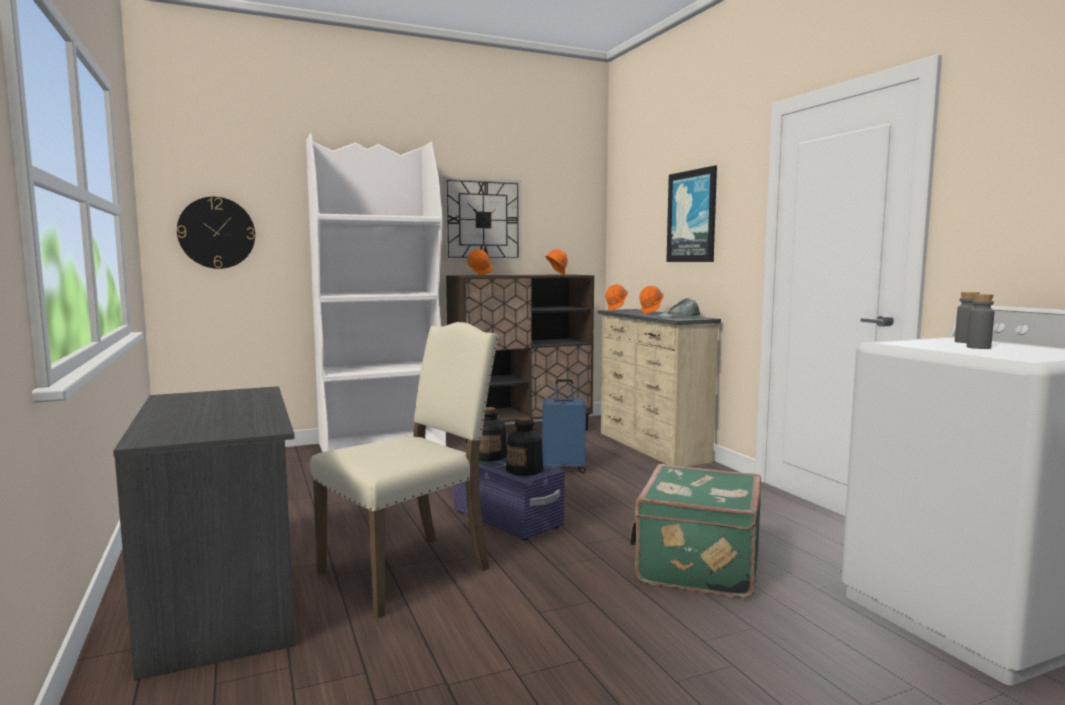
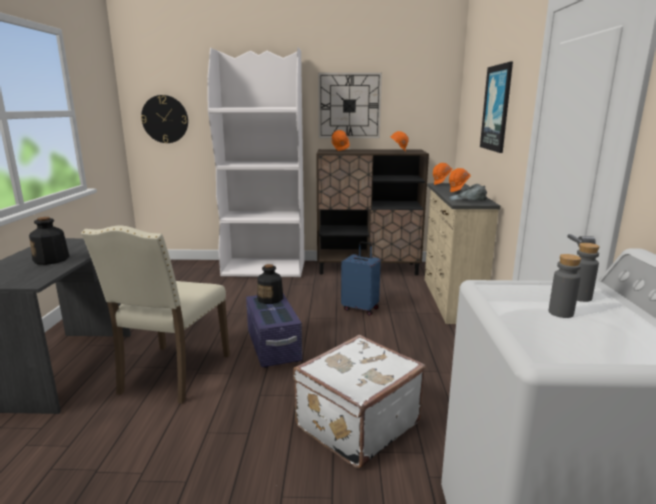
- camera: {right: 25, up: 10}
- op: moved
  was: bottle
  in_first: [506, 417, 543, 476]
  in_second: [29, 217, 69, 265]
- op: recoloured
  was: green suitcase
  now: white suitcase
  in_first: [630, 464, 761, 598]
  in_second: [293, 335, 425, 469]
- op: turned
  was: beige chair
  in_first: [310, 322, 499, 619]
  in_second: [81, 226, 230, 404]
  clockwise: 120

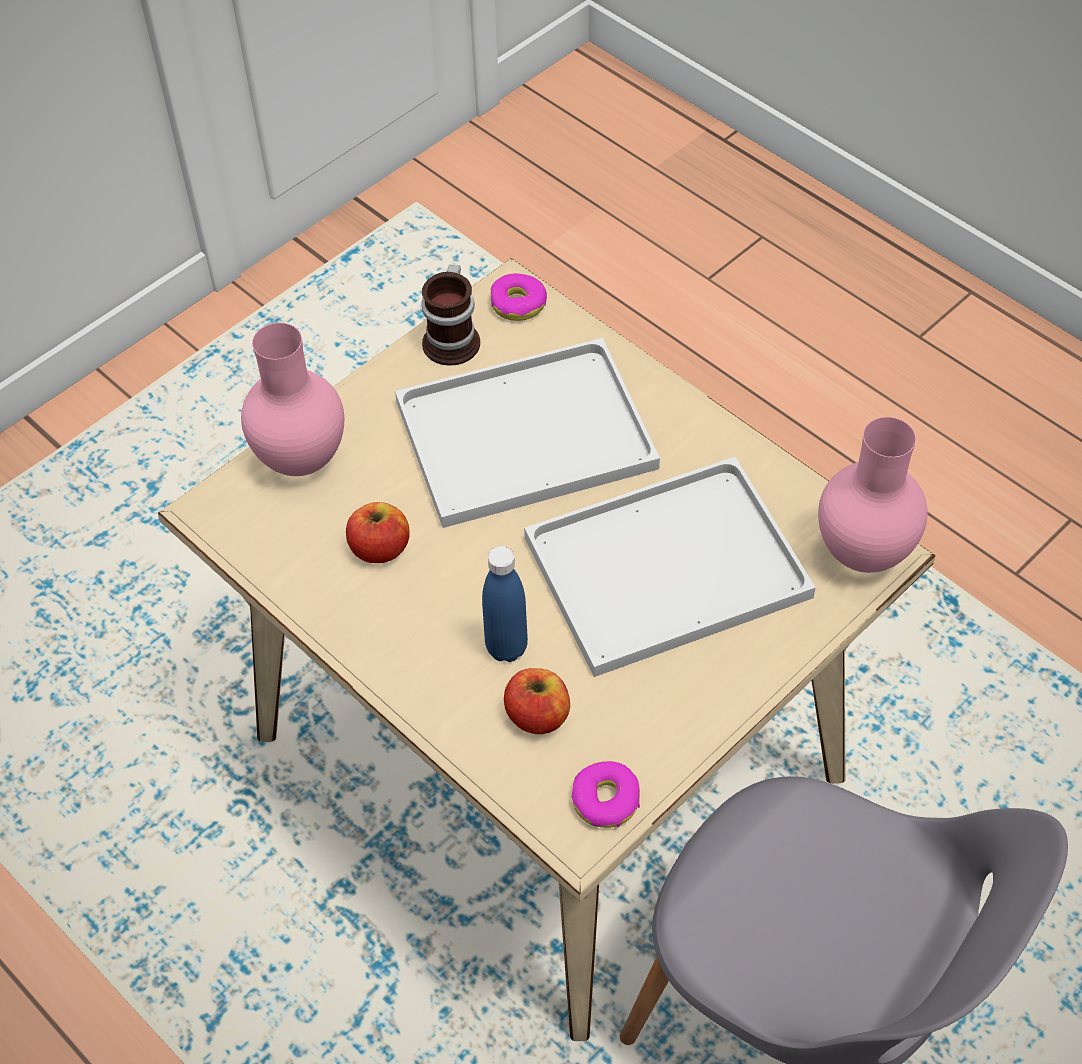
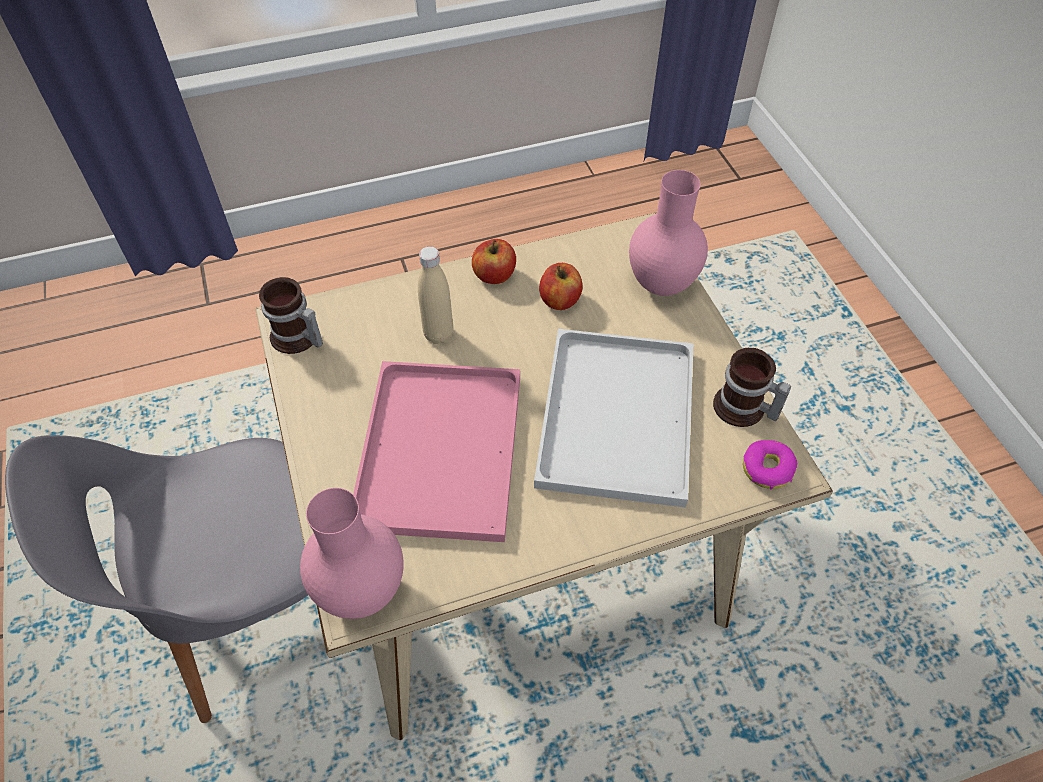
- camera: {right: 115, up: 0}
- op: moved
  was: apple
  in_first: [504, 668, 570, 734]
  in_second: [472, 239, 516, 284]
- op: replaced
  was: donut
  now: mug
  in_first: [572, 761, 640, 828]
  in_second: [259, 277, 323, 354]
- op: recoloured
  was: blue bottle
  now: beige bottle
  in_first: [482, 546, 528, 662]
  in_second: [418, 246, 454, 344]
- op: recoloured
  was: white tray
  now: pink tray
  in_first: [524, 457, 816, 677]
  in_second: [353, 361, 520, 542]

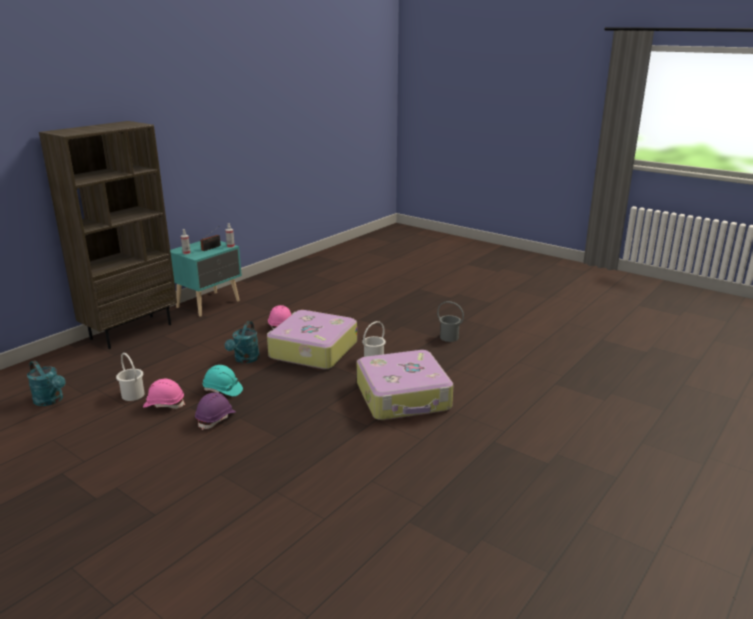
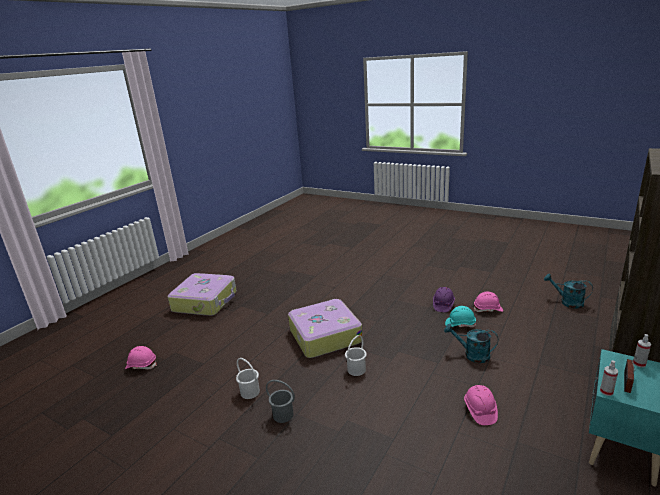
- camera: {right: 175, up: 0}
- op: added
  now: pink hard hat
  in_second: [125, 346, 157, 369]
- op: moved
  was: white bucket
  in_first: [116, 353, 145, 401]
  in_second: [236, 358, 260, 399]
- op: moved
  was: suitcase
  in_first: [267, 310, 357, 369]
  in_second: [167, 273, 237, 316]
- op: turned
  was: turquoise watering can
  in_first: [225, 321, 260, 363]
  in_second: [444, 324, 498, 363]
  clockwise: -75

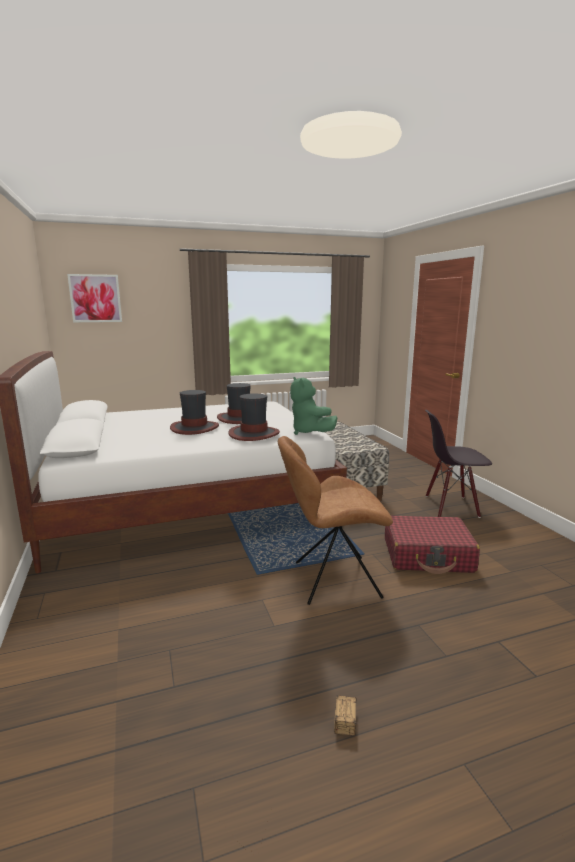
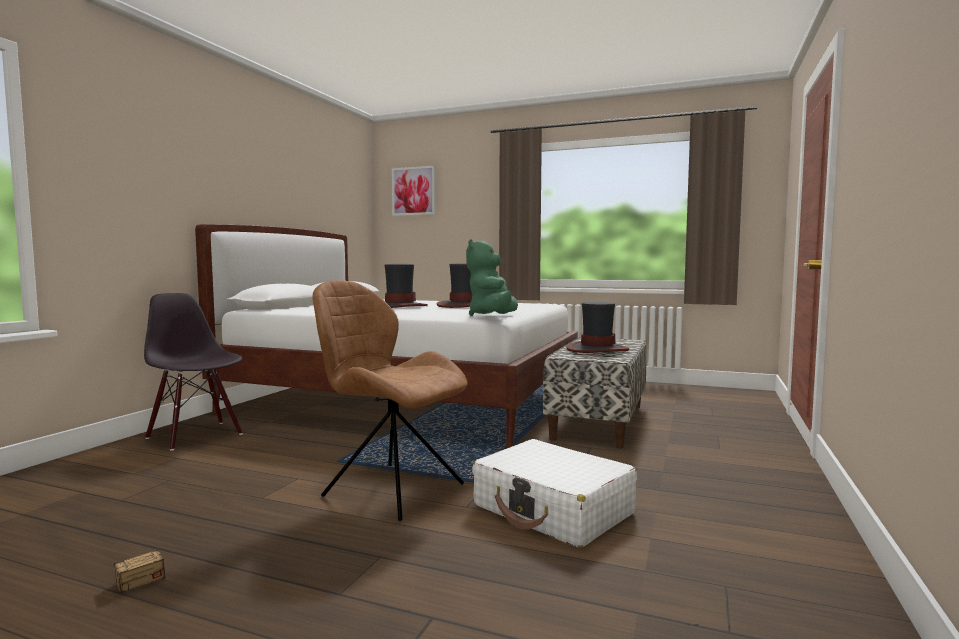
- camera: {right: 40, up: -10}
- op: moved
  was: hat
  in_first: [229, 393, 280, 441]
  in_second: [566, 302, 629, 353]
- op: moved
  was: black chair
  in_first: [425, 410, 492, 518]
  in_second: [144, 293, 243, 451]
- op: recoloured
  was: red suitcase
  now: white suitcase
  in_first: [385, 515, 480, 574]
  in_second: [472, 439, 637, 548]

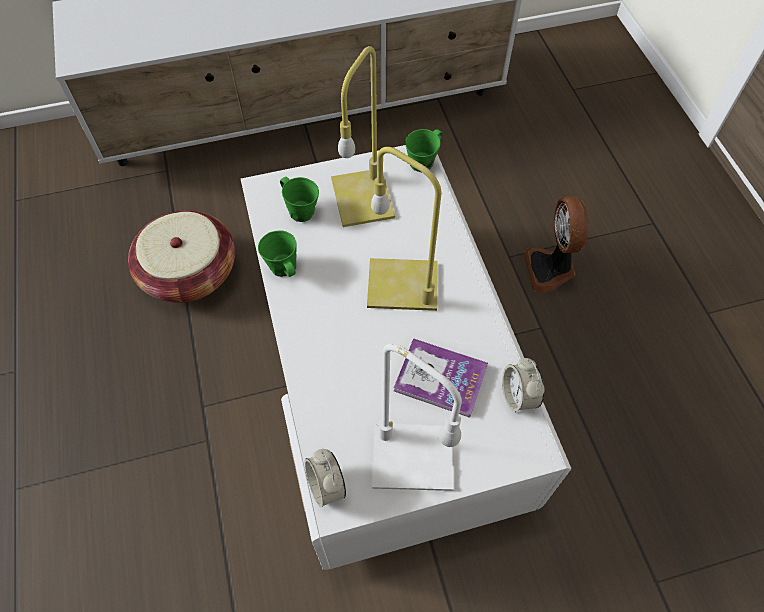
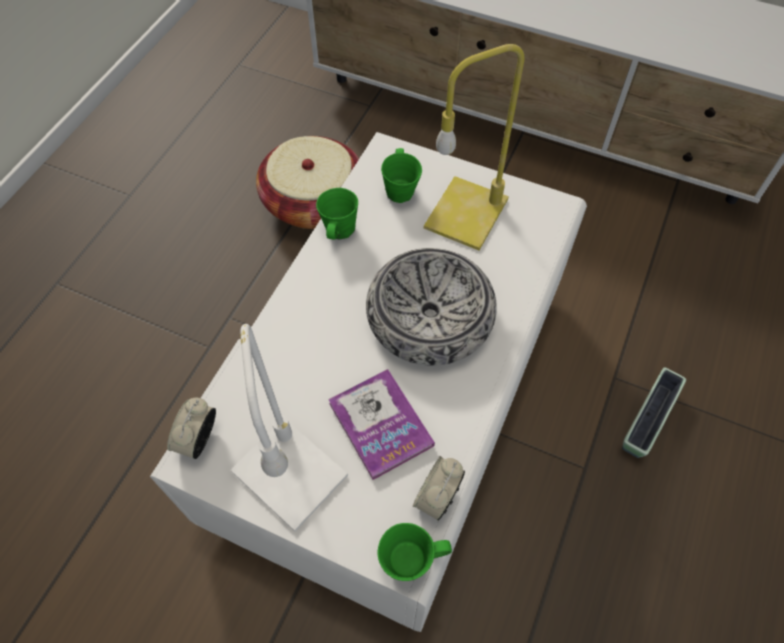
- camera: {right: 40, up: 0}
- op: moved
  was: green mug
  in_first: [405, 129, 443, 172]
  in_second: [377, 523, 452, 581]
- op: replaced
  was: yellow table lamp
  now: bowl
  in_first: [367, 147, 442, 311]
  in_second: [366, 248, 497, 366]
- op: replaced
  was: fan
  now: planter
  in_first: [523, 197, 589, 293]
  in_second: [622, 367, 686, 458]

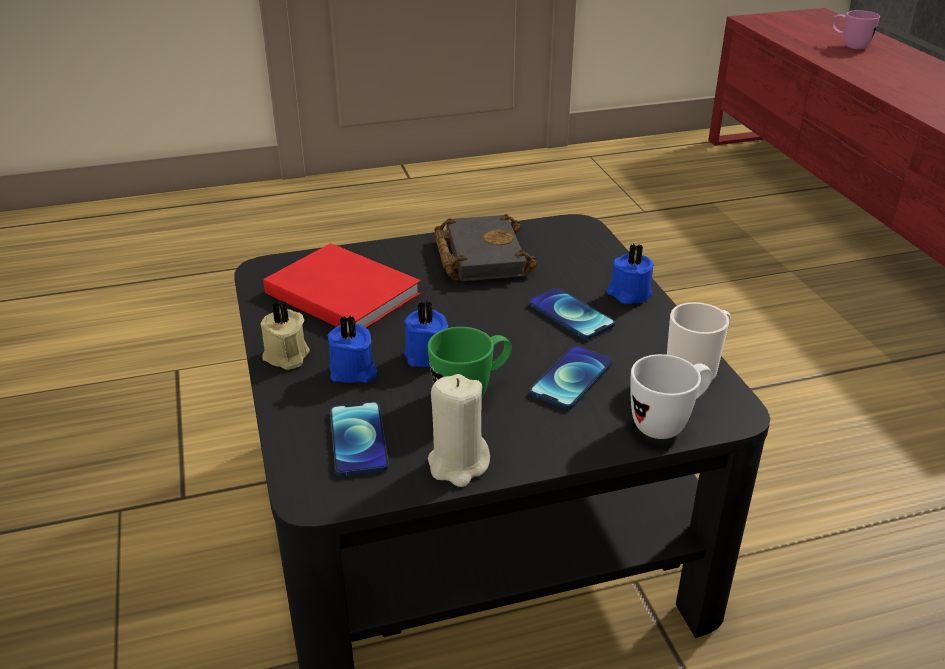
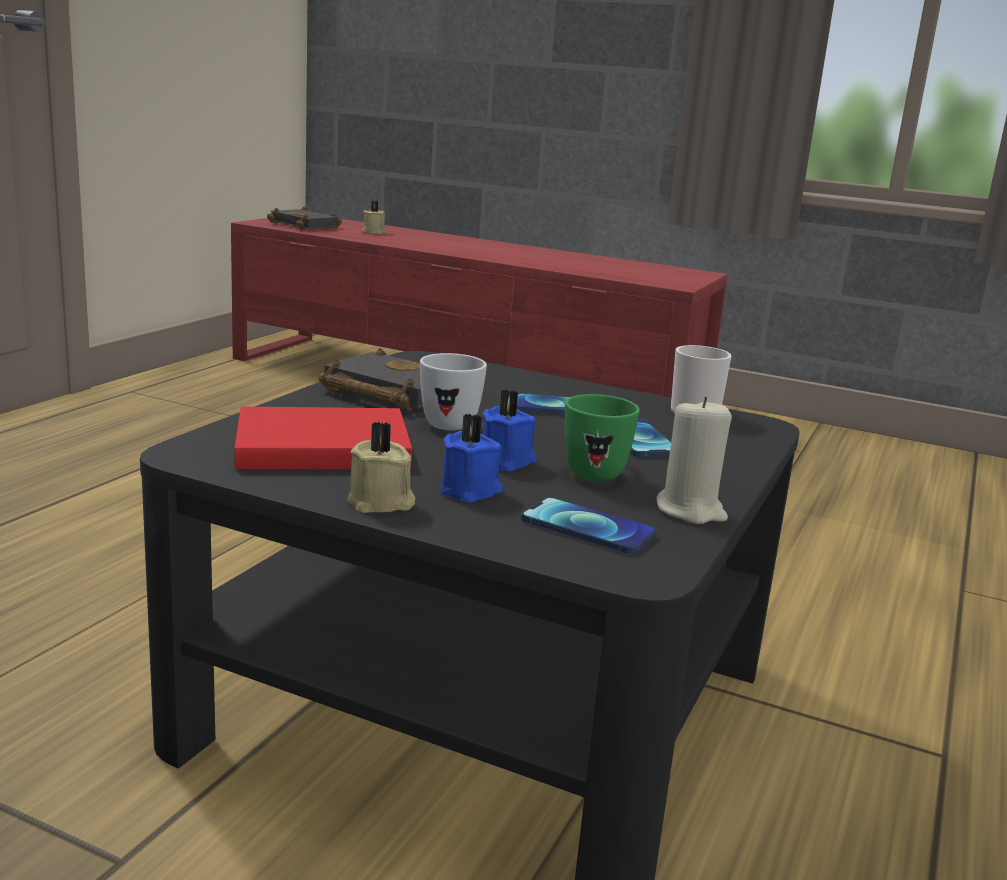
- camera: {right: -50, up: -15}
- op: removed
  was: blue candle
  in_first: [606, 244, 654, 304]
- op: added
  now: black book
  in_second: [267, 207, 342, 230]
- op: moved
  was: white mug
  in_first: [630, 354, 713, 439]
  in_second: [420, 353, 487, 430]
- op: replaced
  was: pink mug
  now: beige candle
  in_first: [831, 10, 880, 49]
  in_second: [362, 201, 386, 234]

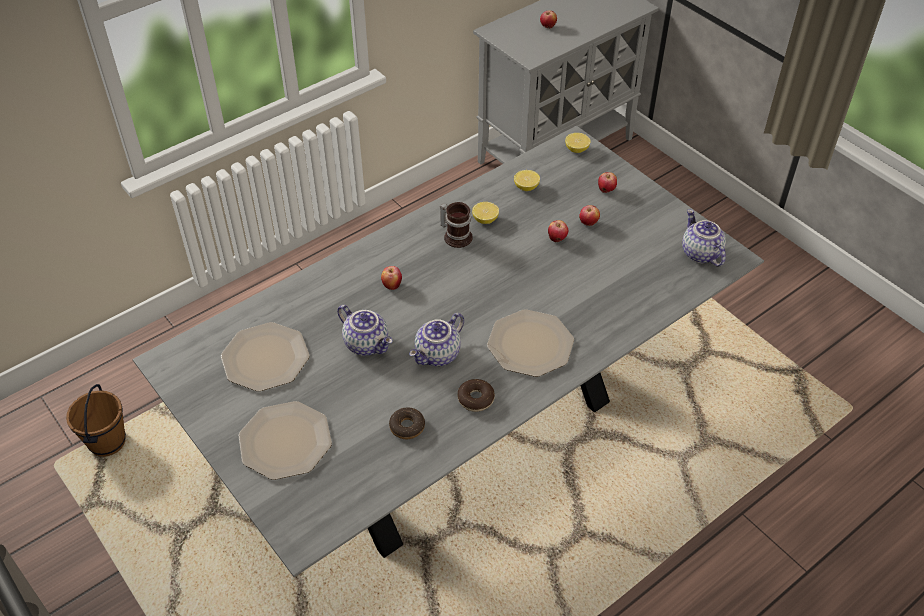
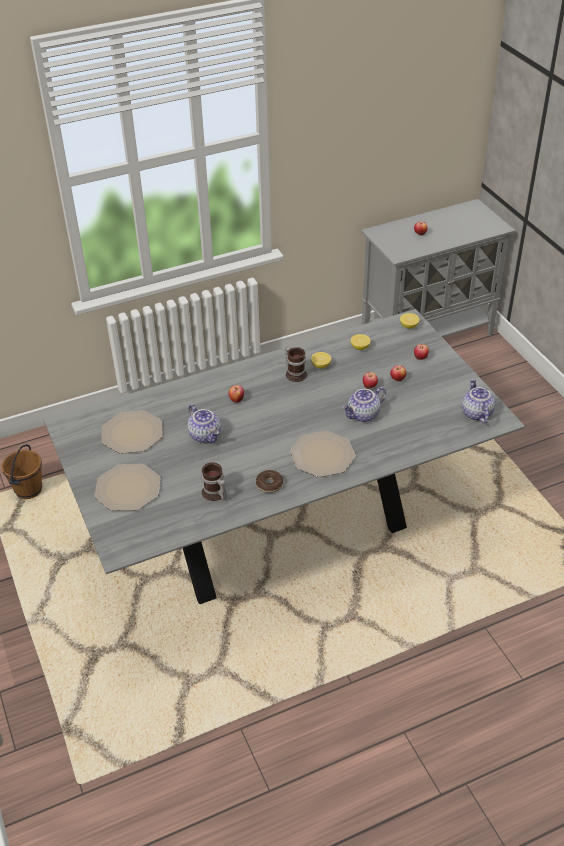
- camera: {right: 15, up: -5}
- op: moved
  was: teapot
  in_first: [409, 313, 464, 366]
  in_second: [342, 387, 386, 422]
- op: replaced
  was: donut
  now: mug
  in_first: [389, 408, 425, 439]
  in_second: [201, 462, 226, 501]

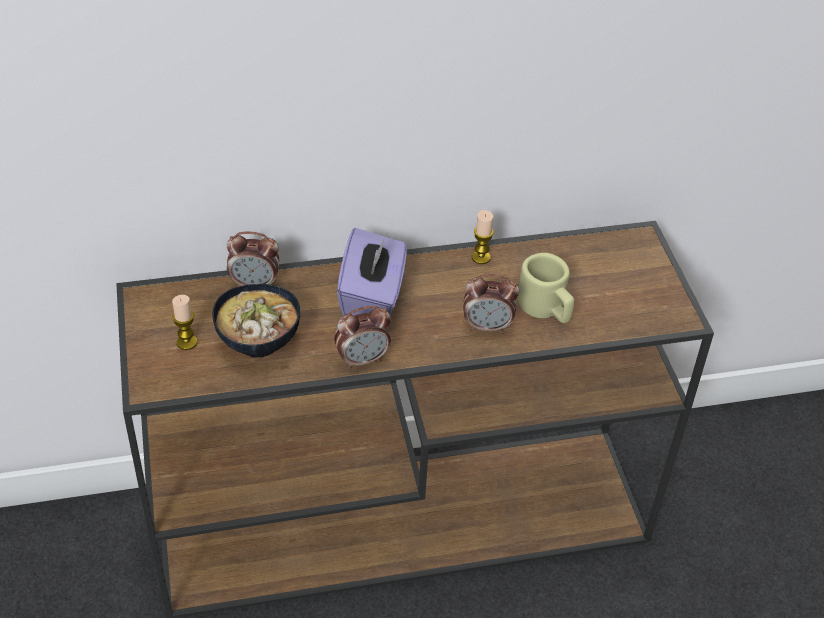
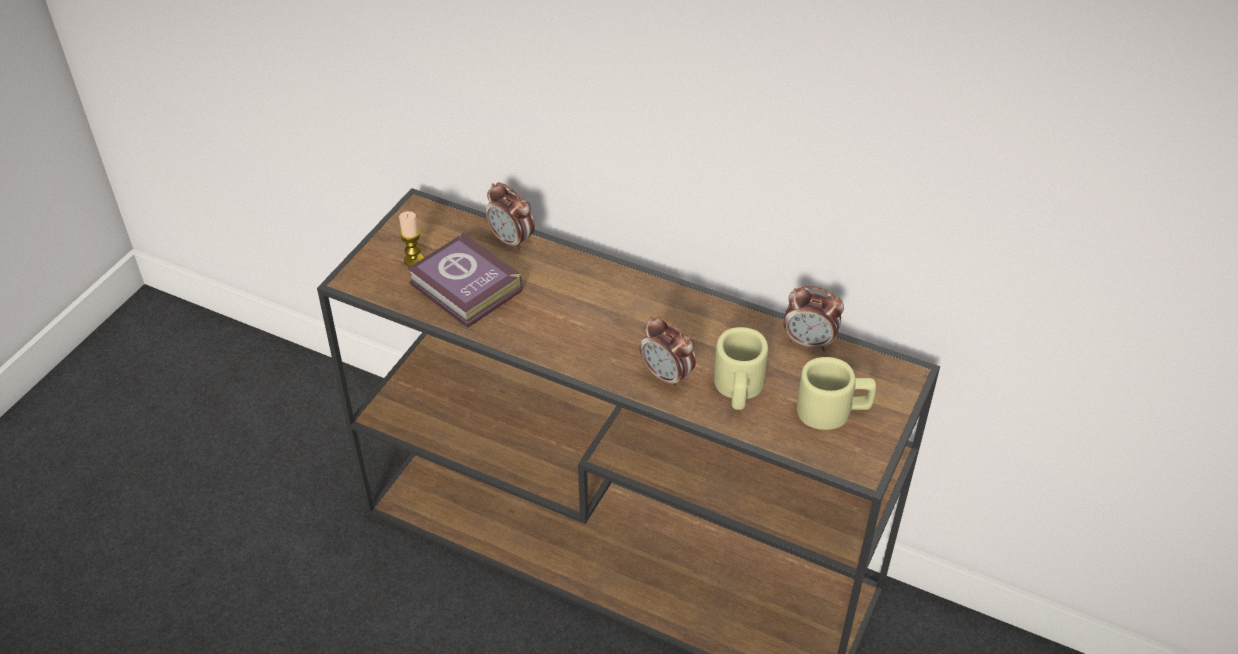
- camera: {right: 40, up: 0}
- op: removed
  was: purple tissue box
  in_first: [337, 228, 407, 317]
- op: removed
  was: candle
  in_first: [472, 210, 494, 264]
- op: added
  now: beige mug
  in_second: [796, 357, 876, 430]
- op: moved
  was: alarm clock
  in_first: [334, 306, 391, 369]
  in_second: [784, 286, 844, 351]
- op: replaced
  was: bowl
  now: book
  in_first: [212, 284, 300, 357]
  in_second: [407, 232, 523, 328]

